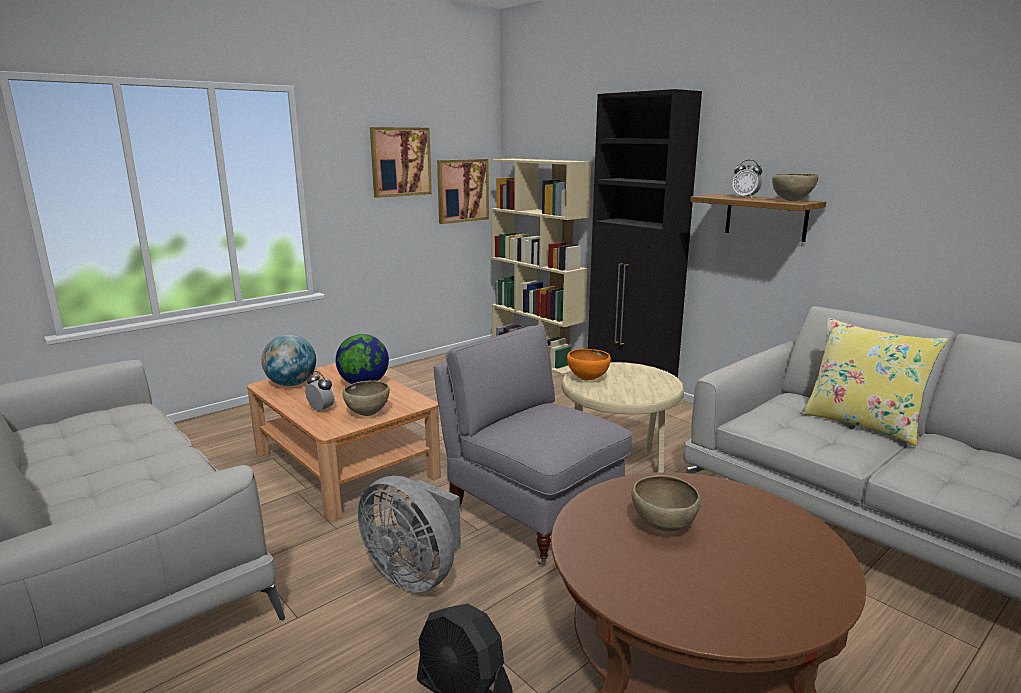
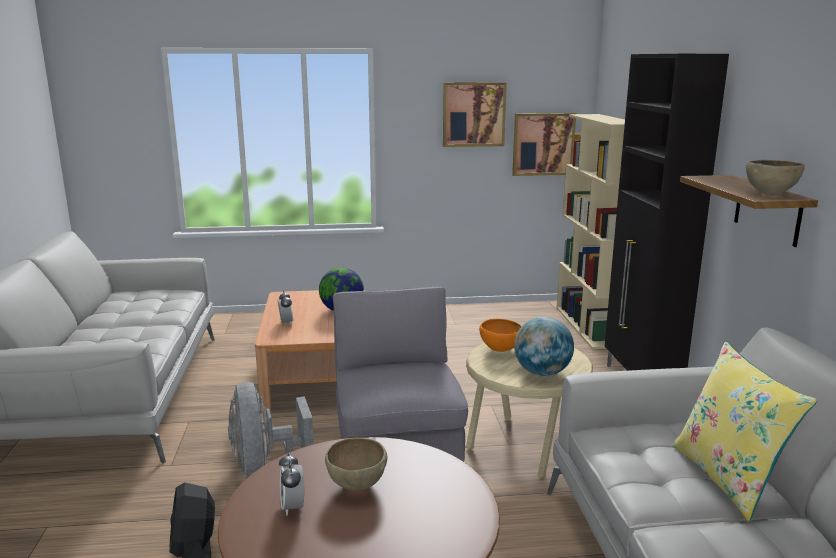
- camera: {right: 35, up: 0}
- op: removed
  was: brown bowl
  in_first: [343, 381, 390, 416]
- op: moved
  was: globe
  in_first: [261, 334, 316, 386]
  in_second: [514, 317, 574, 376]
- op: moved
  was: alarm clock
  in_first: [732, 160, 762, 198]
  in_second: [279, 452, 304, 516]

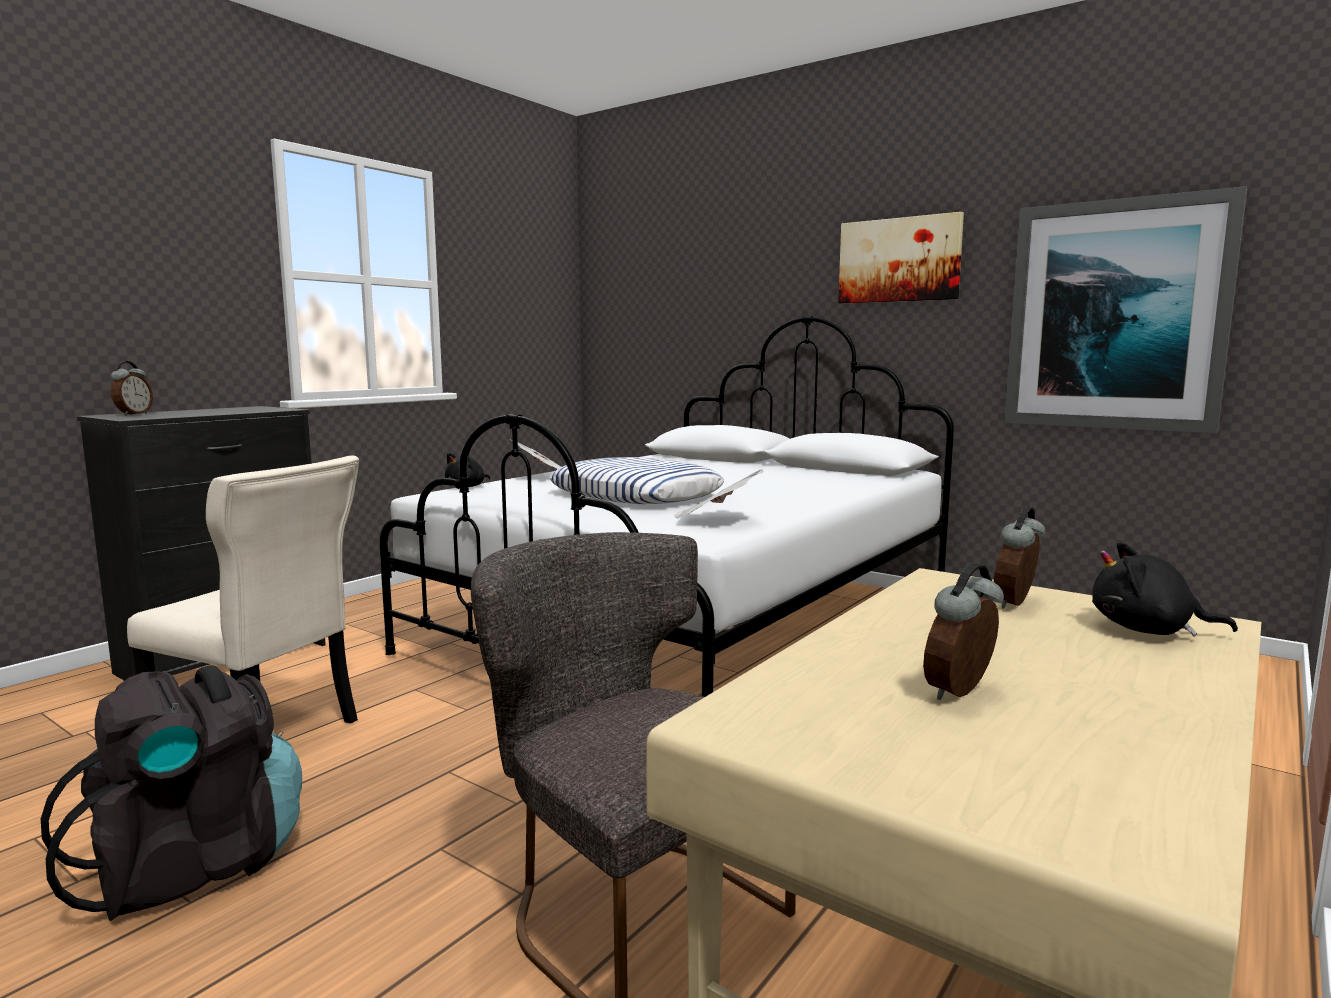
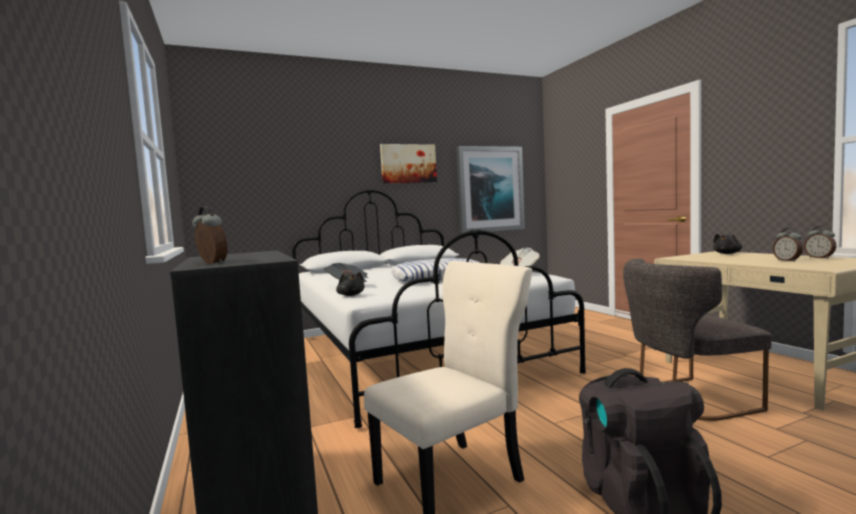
- camera: {right: -60, up: -5}
- op: moved
  was: alarm clock
  in_first: [994, 507, 1045, 609]
  in_second: [804, 226, 837, 259]

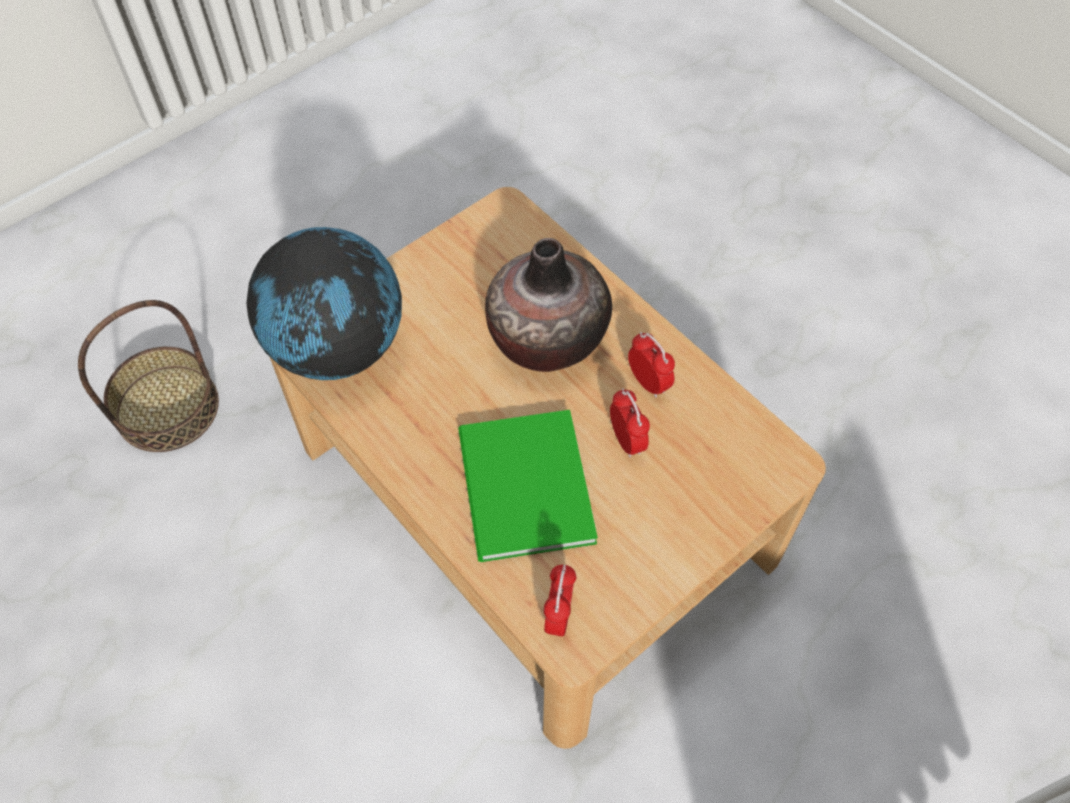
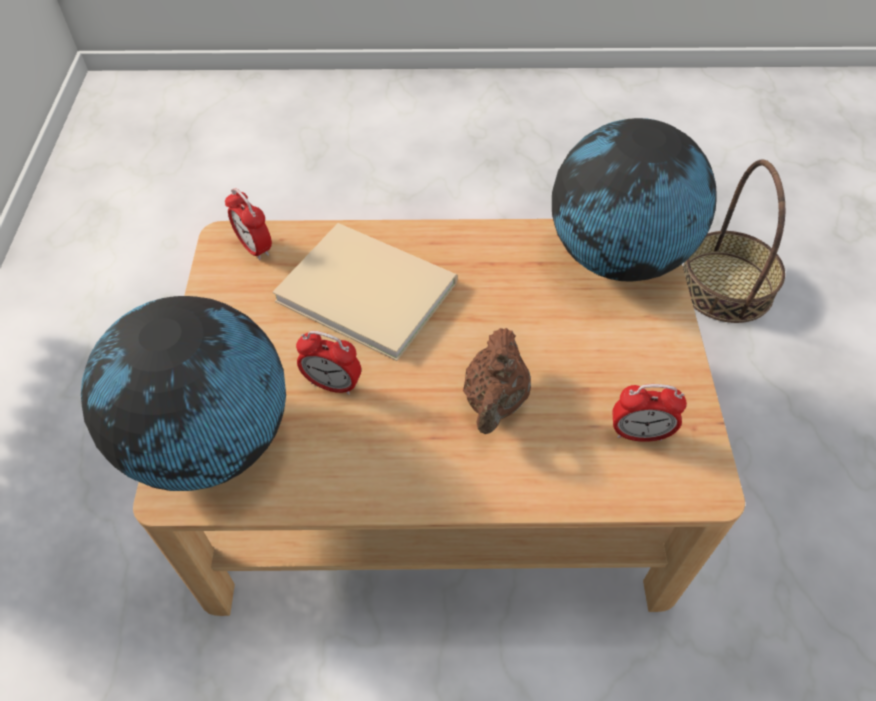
- camera: {right: 130, up: -5}
- op: added
  now: globe
  in_second: [81, 296, 286, 491]
- op: moved
  was: alarm clock
  in_first: [628, 332, 675, 398]
  in_second: [612, 384, 687, 442]
- op: replaced
  was: vase
  now: brown teapot
  in_first: [485, 238, 612, 372]
  in_second: [463, 328, 531, 434]
- op: recoloured
  was: green book
  now: beige book
  in_first: [458, 410, 598, 562]
  in_second: [273, 223, 458, 361]

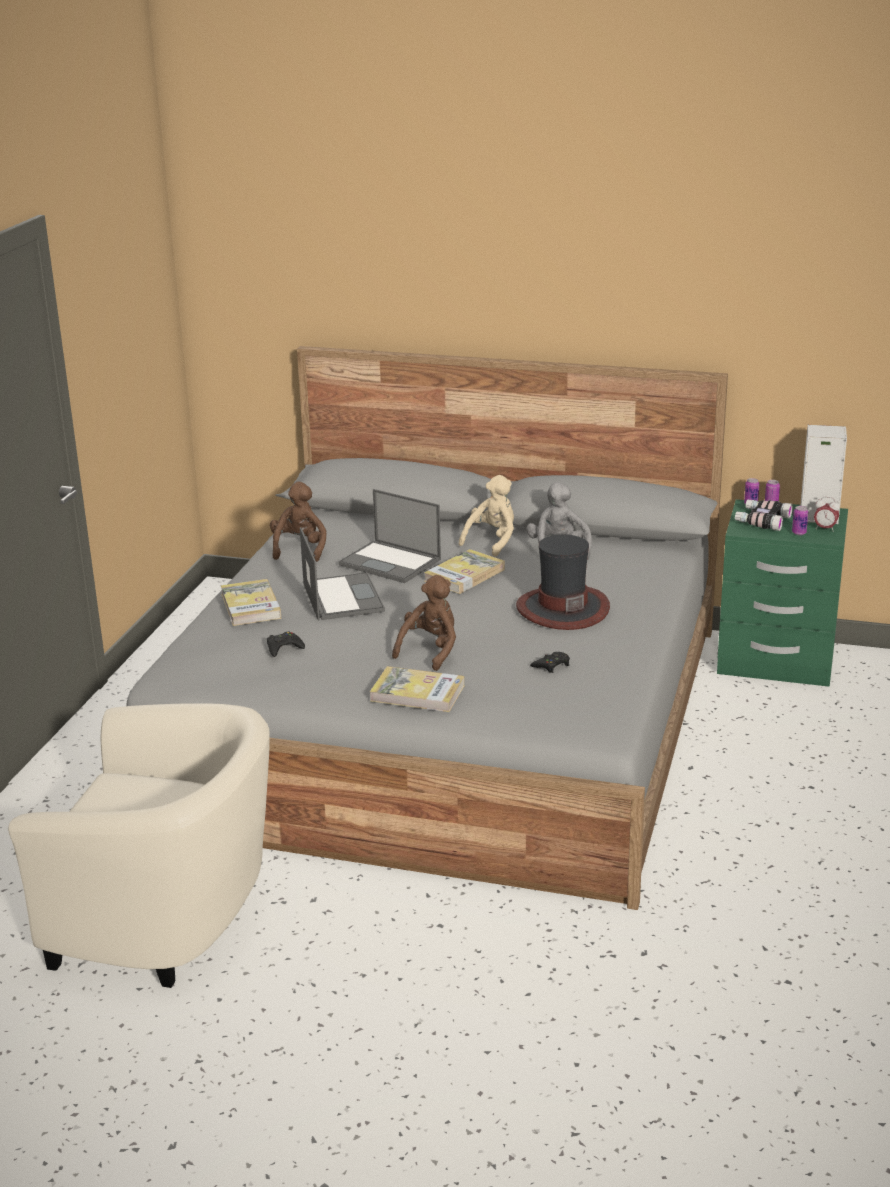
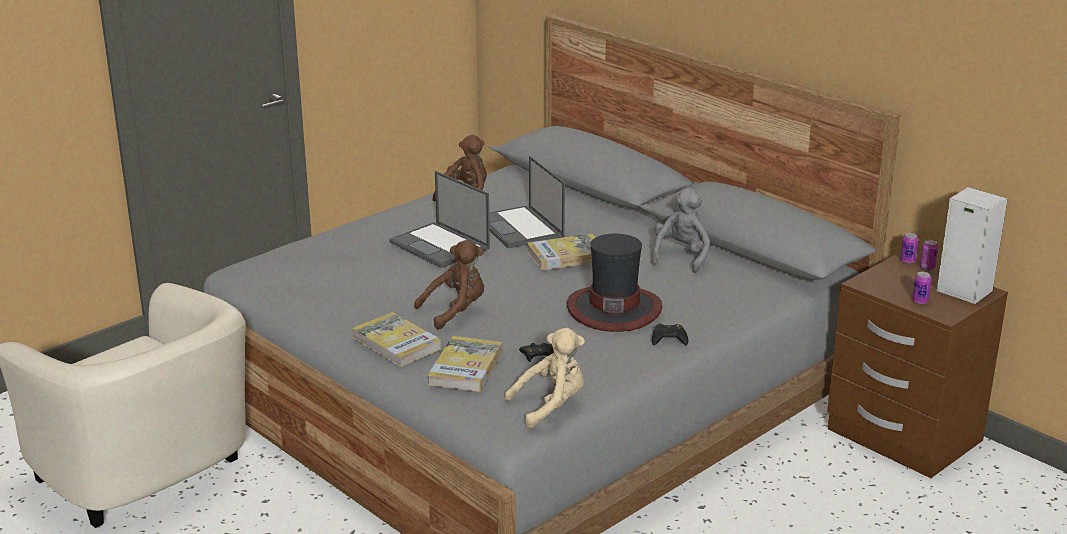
- camera: {right: 30, up: 0}
- op: removed
  was: binoculars
  in_first: [735, 500, 793, 531]
- op: removed
  was: alarm clock
  in_first: [814, 497, 840, 532]
- op: moved
  was: book
  in_first: [220, 579, 281, 626]
  in_second: [427, 336, 502, 392]
- op: moved
  was: black game controller
  in_first: [267, 632, 305, 657]
  in_second: [652, 323, 688, 345]
- op: moved
  was: beige plush toy
  in_first: [459, 475, 514, 557]
  in_second: [504, 328, 585, 428]
- op: recoloured
  was: green nightstand
  now: brown nightstand
  in_first: [717, 499, 848, 687]
  in_second: [827, 253, 1008, 478]
- op: turned
  was: laptop
  in_first: [300, 527, 385, 621]
  in_second: [389, 171, 490, 268]
  clockwise: 120

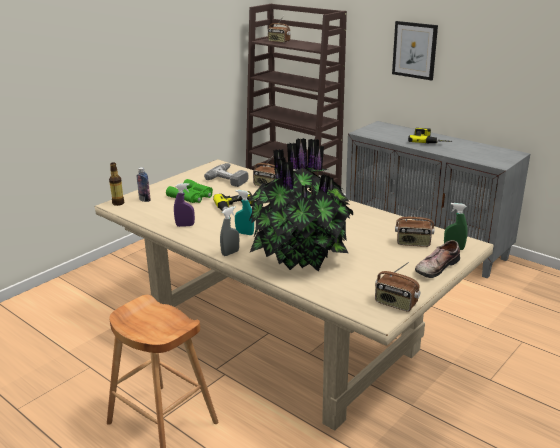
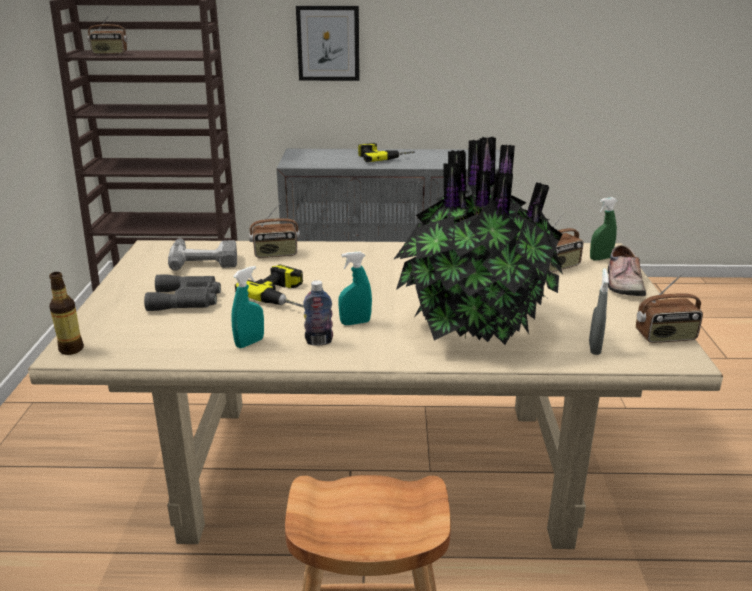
- camera: {right: -40, up: 0}
- op: moved
  was: bottle
  in_first: [137, 167, 151, 202]
  in_second: [303, 280, 333, 346]
- op: moved
  was: grey spray bottle
  in_first: [220, 206, 239, 256]
  in_second: [589, 269, 609, 355]
- op: recoloured
  was: green binoculars
  now: grey binoculars
  in_first: [166, 179, 213, 203]
  in_second: [144, 275, 221, 311]
- op: recoloured
  was: purple spray bottle
  now: turquoise spray bottle
  in_first: [174, 183, 195, 227]
  in_second: [231, 266, 264, 348]

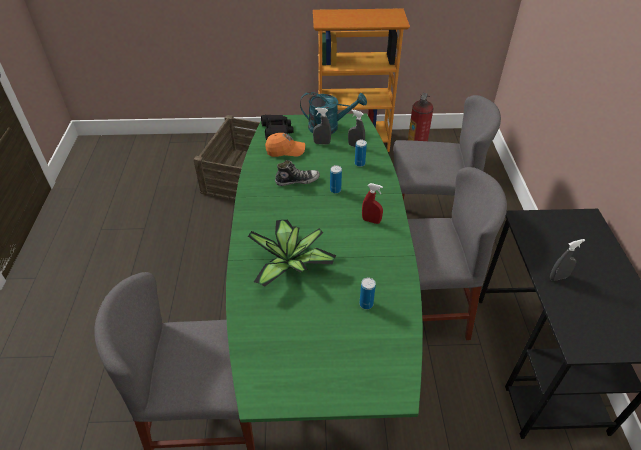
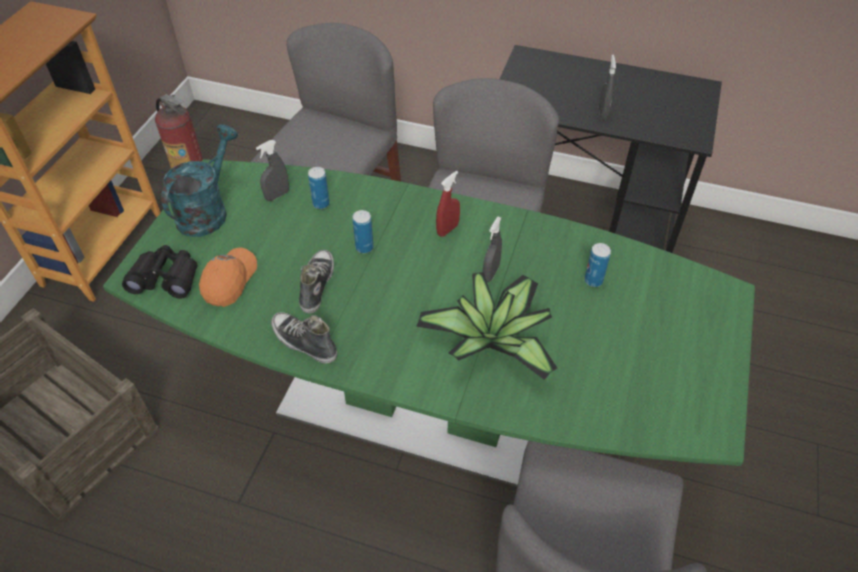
- camera: {right: -70, up: 5}
- op: added
  now: shoe
  in_second: [271, 312, 337, 363]
- op: moved
  was: grey spray bottle
  in_first: [313, 108, 331, 145]
  in_second: [483, 217, 502, 282]

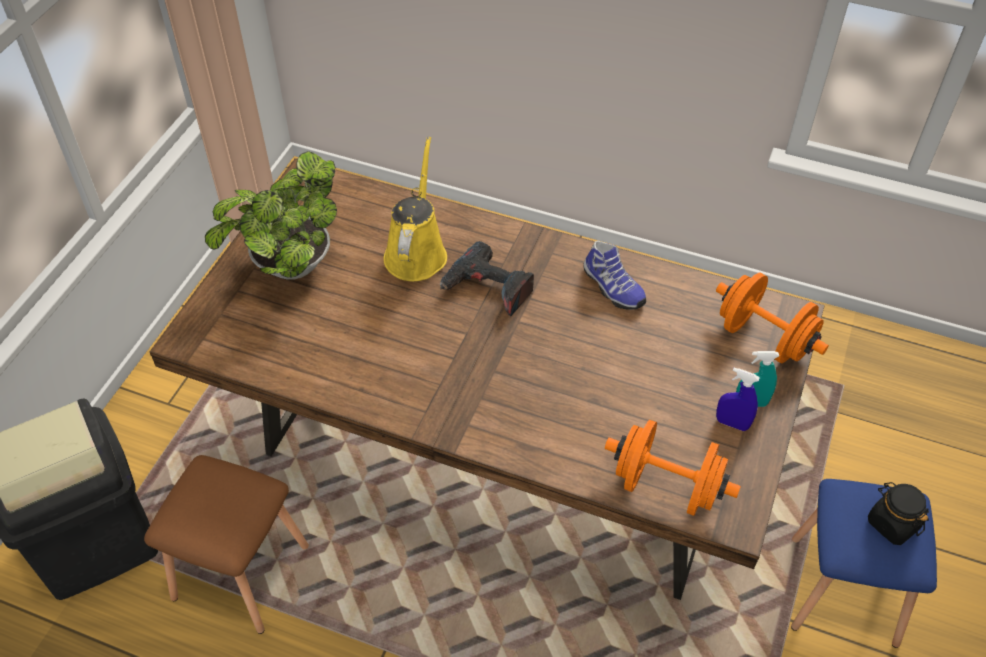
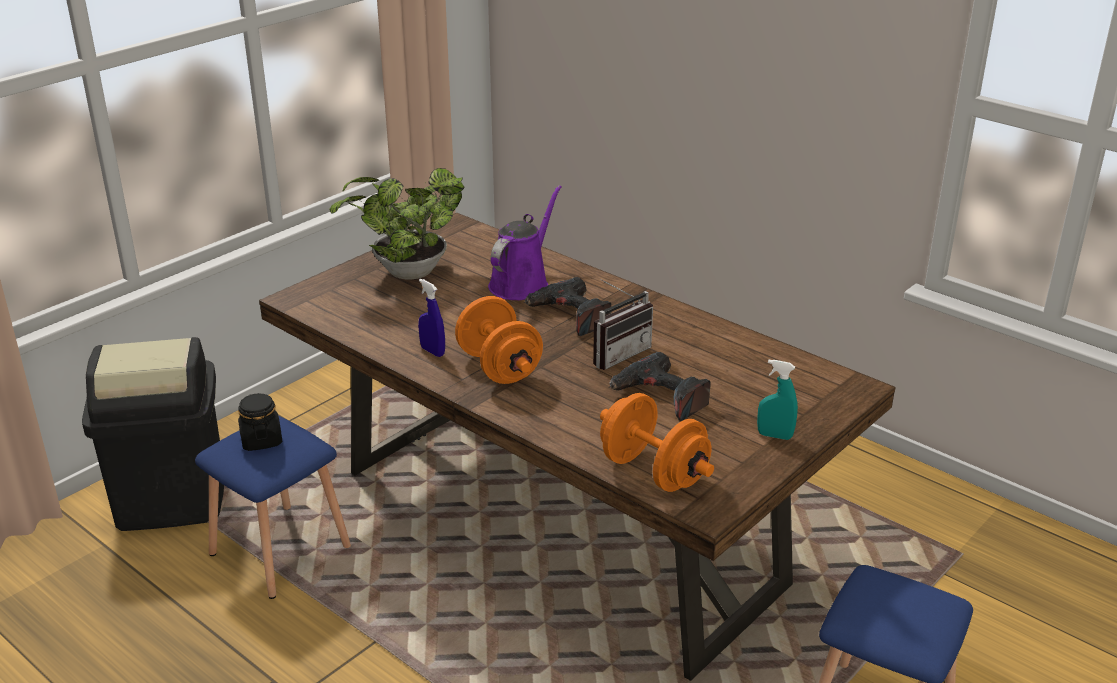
- camera: {right: 20, up: -20}
- op: removed
  was: shoe
  in_first: [583, 241, 646, 310]
- op: added
  now: radio
  in_second: [593, 279, 653, 370]
- op: added
  now: power drill
  in_second: [609, 352, 710, 421]
- op: moved
  was: orange dumbbell
  in_first: [716, 273, 829, 363]
  in_second: [455, 296, 543, 384]
- op: moved
  was: blue spray bottle
  in_first: [716, 367, 760, 431]
  in_second: [418, 278, 445, 357]
- op: moved
  was: black jar
  in_first: [868, 482, 929, 545]
  in_second: [238, 393, 282, 451]
- op: recoloured
  was: brown stool
  now: blue stool
  in_first: [144, 455, 309, 634]
  in_second: [195, 416, 351, 599]
- op: recoloured
  was: yellow watering can
  now: purple watering can
  in_first: [384, 137, 447, 281]
  in_second: [488, 185, 562, 300]

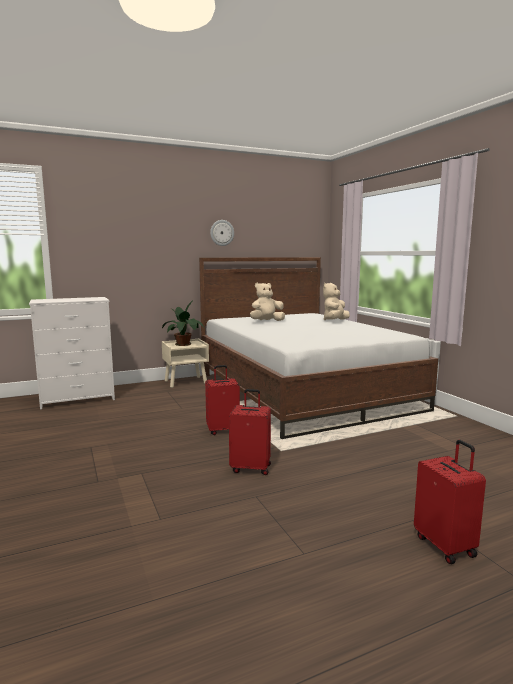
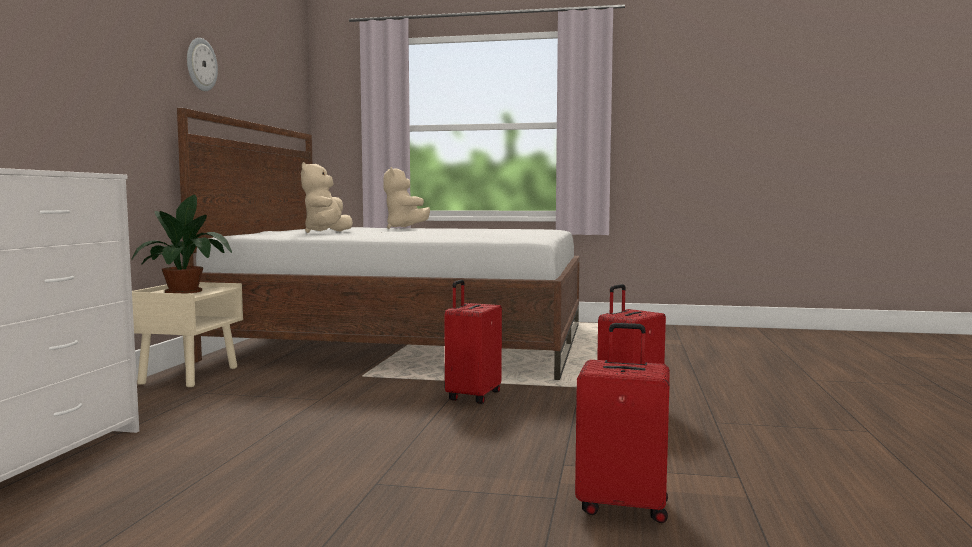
- camera: {right: -55, up: -5}
- op: moved
  was: red suitcase
  in_first: [414, 440, 486, 564]
  in_second: [575, 323, 670, 523]

